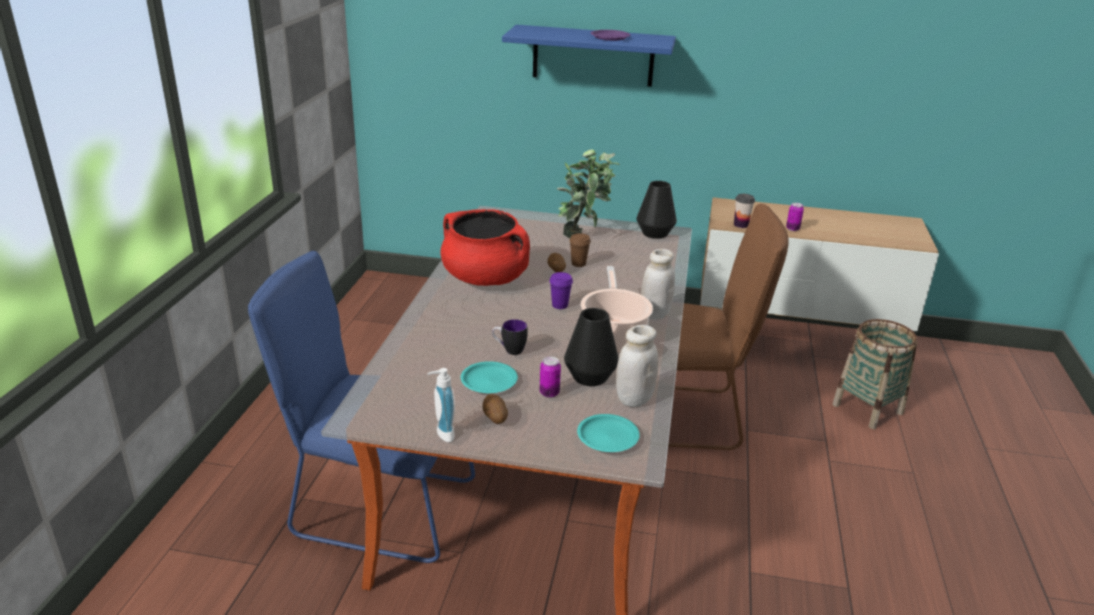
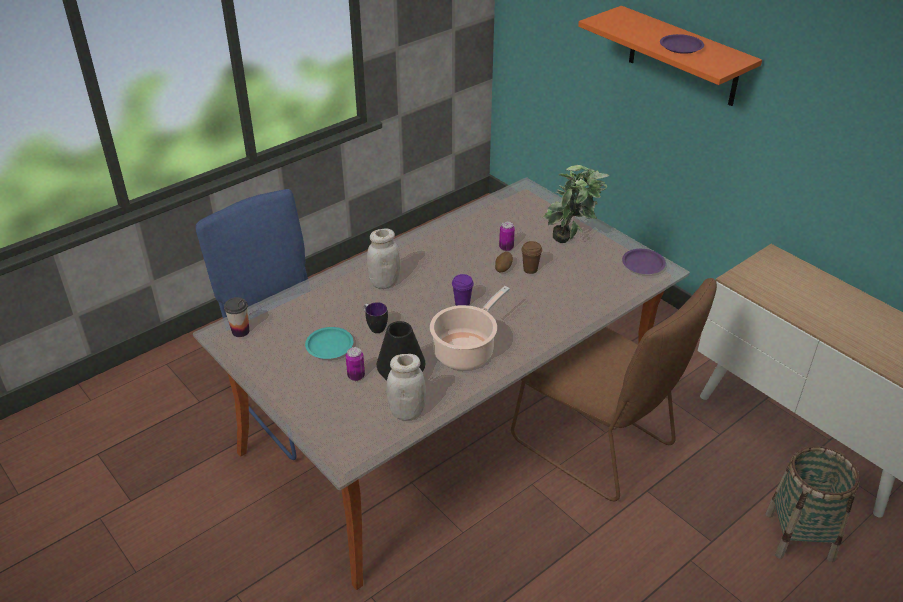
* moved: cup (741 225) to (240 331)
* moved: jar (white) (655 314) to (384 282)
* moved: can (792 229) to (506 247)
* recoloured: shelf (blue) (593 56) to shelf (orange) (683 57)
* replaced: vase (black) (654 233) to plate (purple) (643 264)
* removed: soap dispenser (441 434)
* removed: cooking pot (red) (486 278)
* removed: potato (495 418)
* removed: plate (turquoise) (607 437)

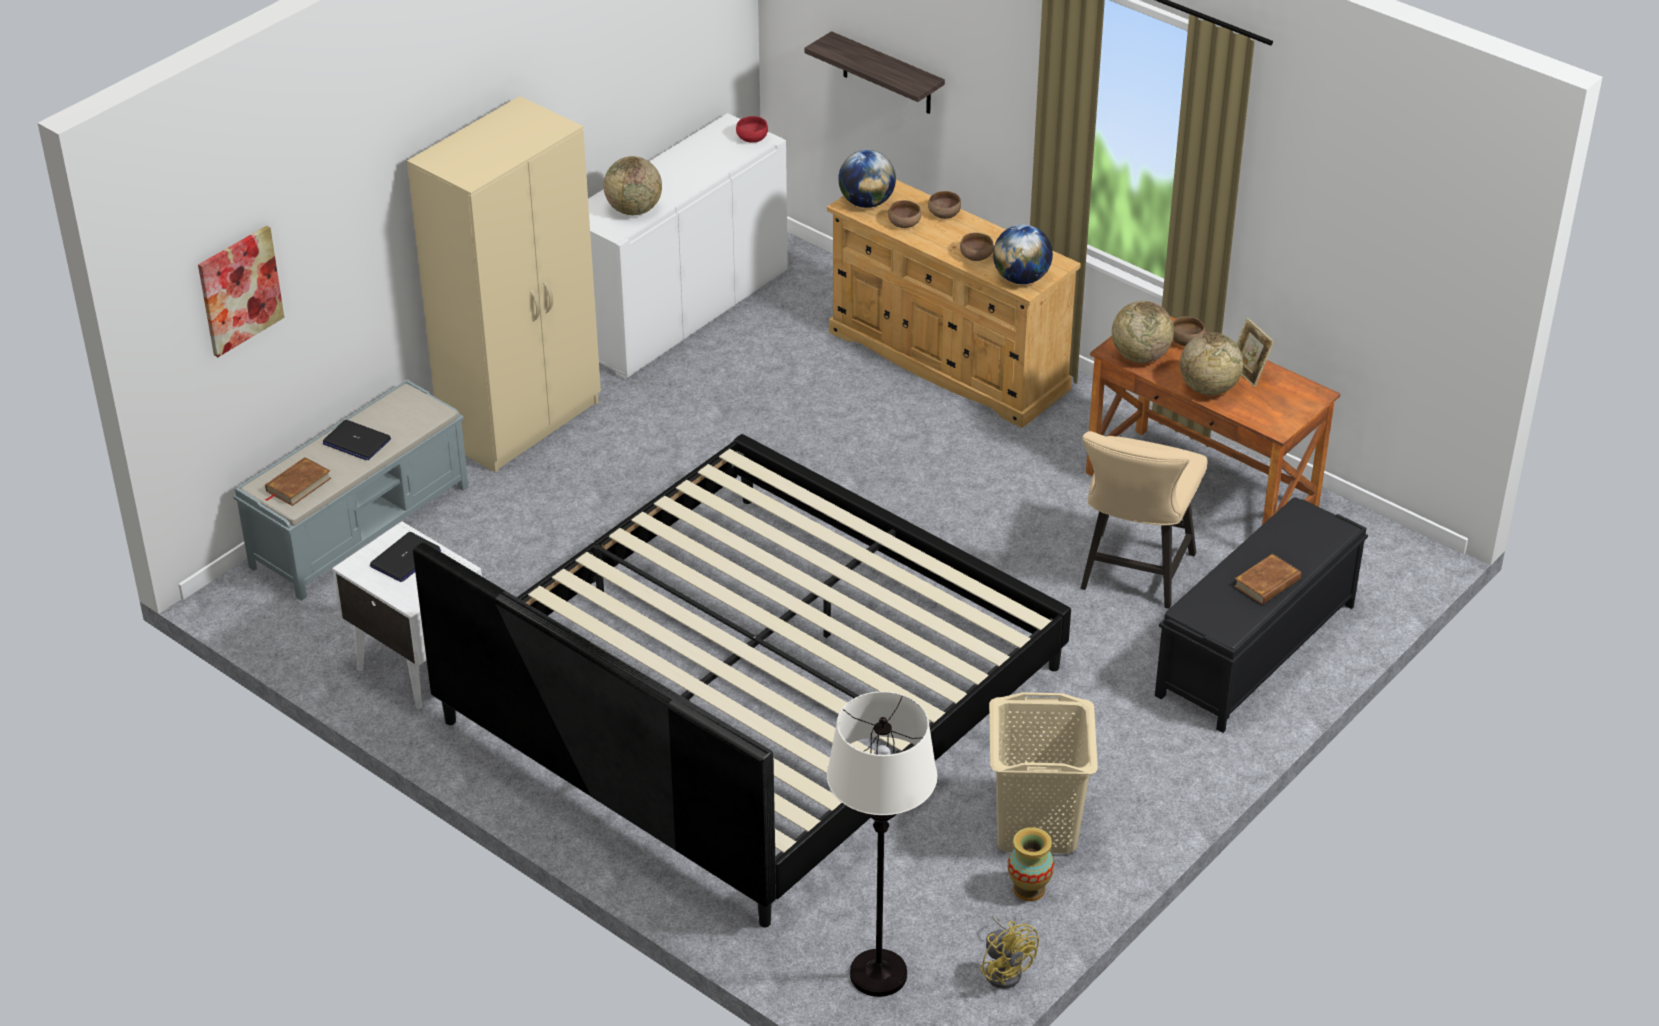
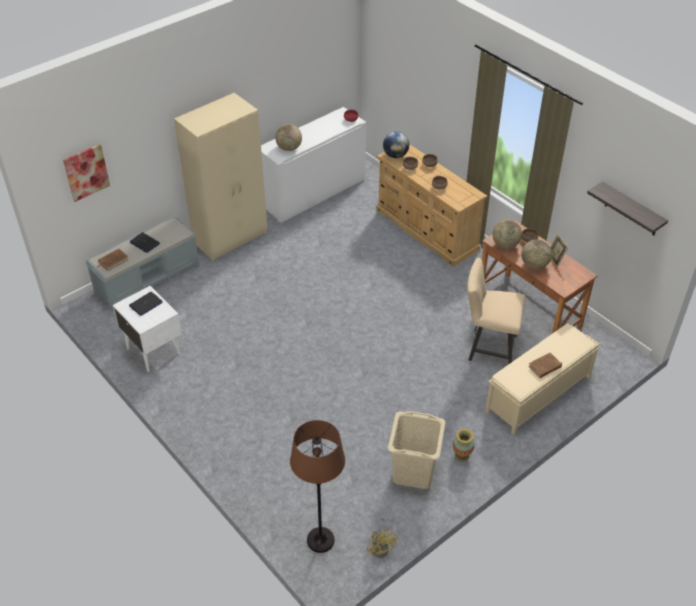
* recoloured: floor lamp (white) (878 975) to floor lamp (brown) (320 540)
* moved: vase (1029 889) to (462 455)
* turned: chair (beige) (1133 576) = (488 348) 75 degrees clockwise
* recoloured: bench (black) (1254 651) to bench (beige) (537 394)
* moved: shelf (887 74) to (632 210)
* removed: bed (753 695)
* removed: globe (1021 278)

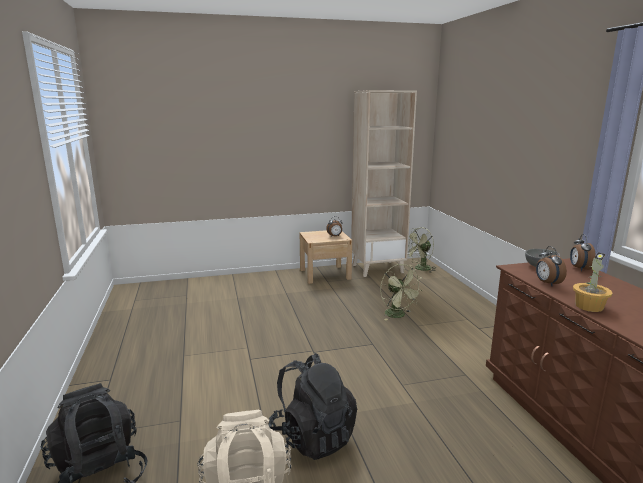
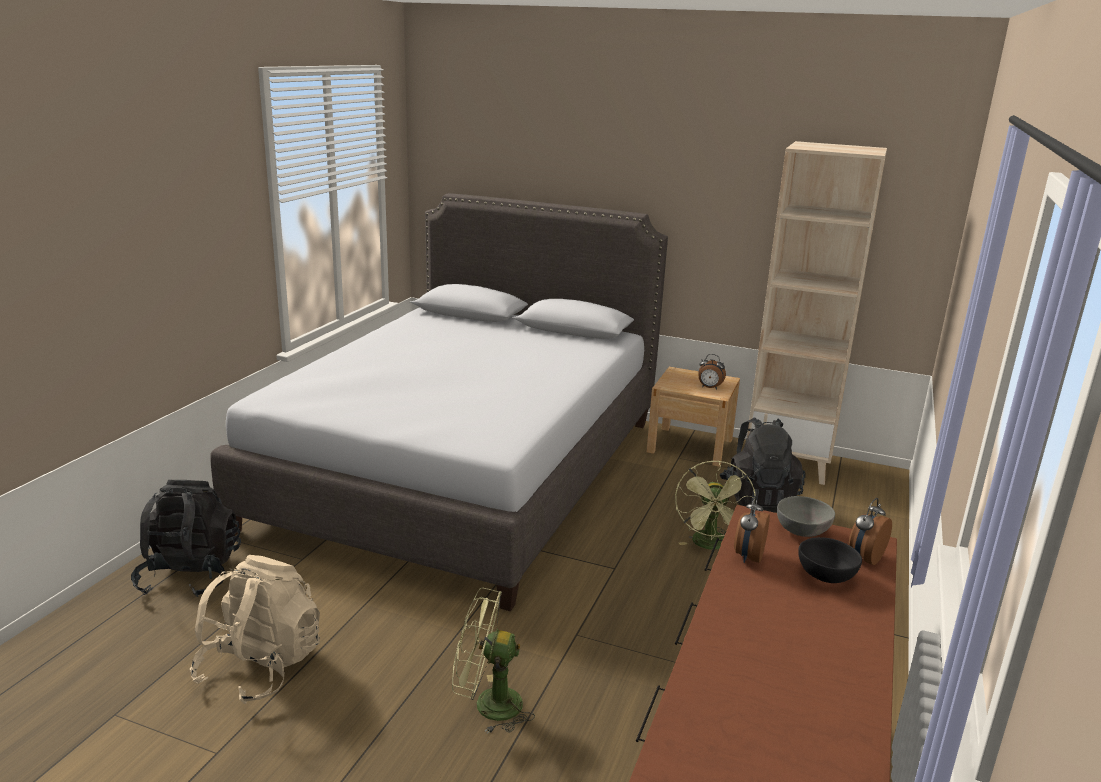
* added: bed (grey) (464 471)
* moved: fan (green) (420 269) to (487 705)
* moved: backpack (black) (313 436) to (758 499)
* added: bowl (black) (823 576)
* removed: potted plant (589 306)

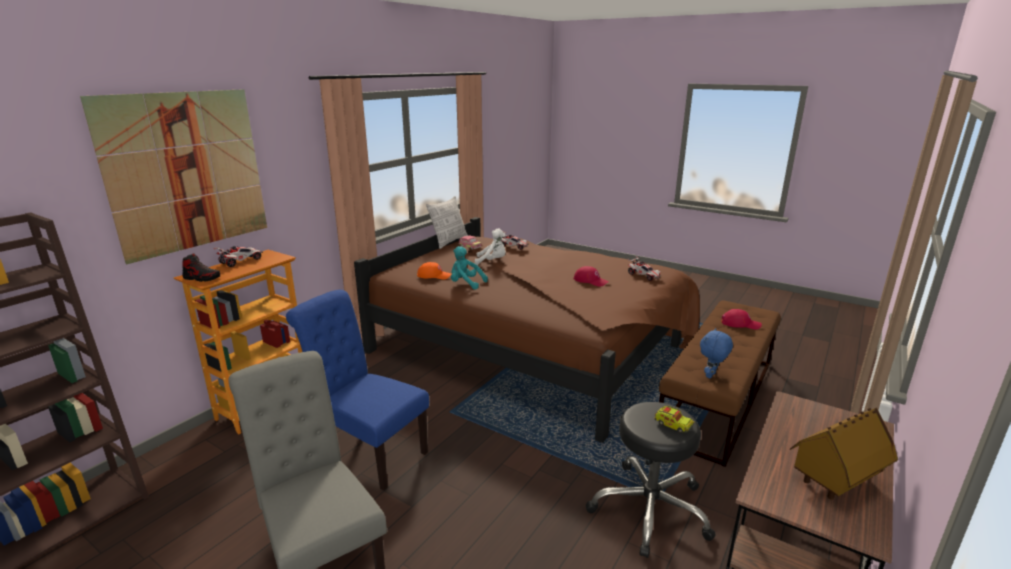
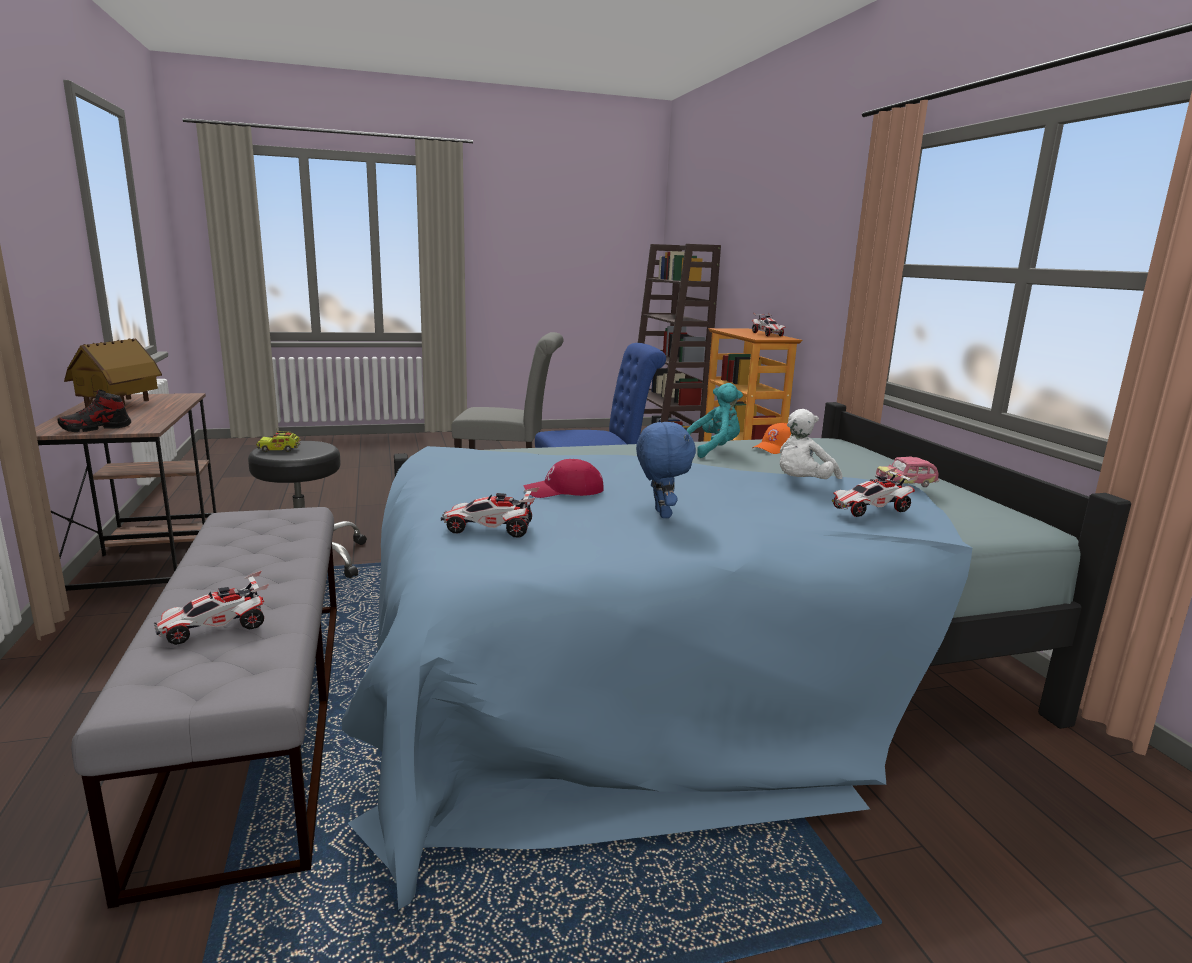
* moved: shoe (202 278) to (96 428)
* recoloured: bench (brown) (718 398) to bench (grey) (256 717)
* replaced: cap (red) (740 324) to toy car (215 628)
* recoloured: bed (brown) (535 346) to bed (blue) (679 657)
* moved: plush toy (blue) (711 375) to (660 514)
* removed: picture (187 172)
* removed: pillow (449 242)

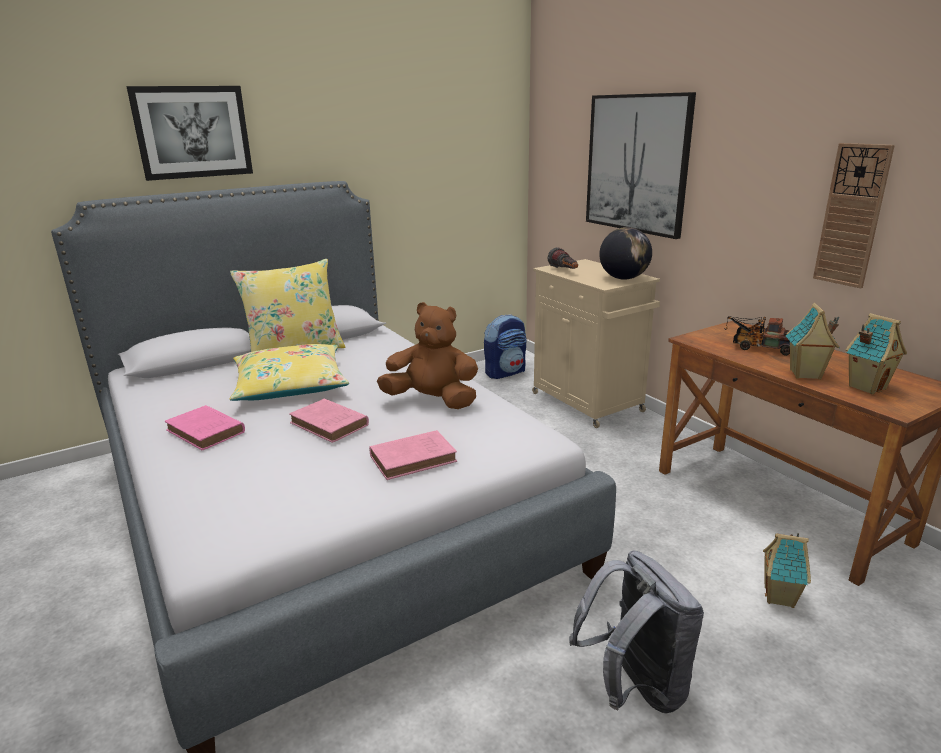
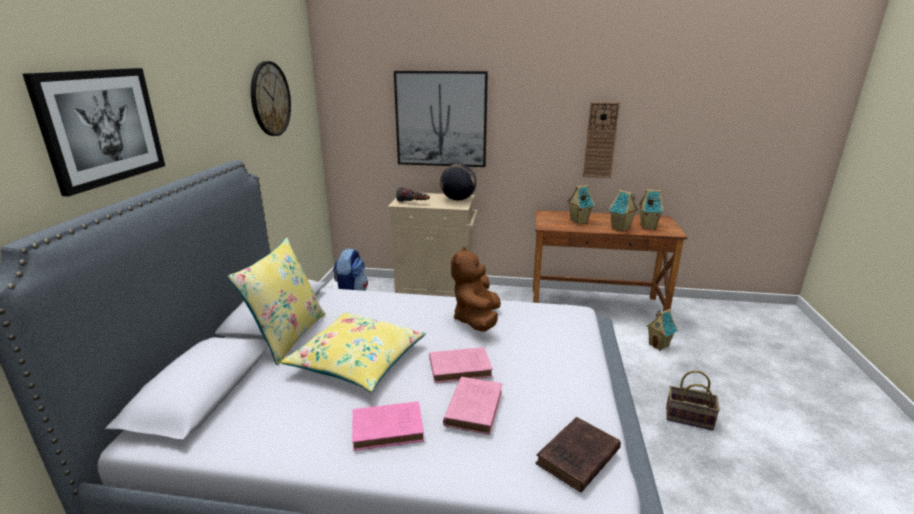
* added: wall clock (270 99)
* moved: book (pink) (415 458) to (474 407)
* turned: plush toy (brown) (432 401) = (477 320) 45 degrees counterclockwise
* added: book (brown) (576 458)
* replaced: toy truck (758 347) to toy house (578 221)
* replaced: backpack (grey) (635 687) to basket (687 418)

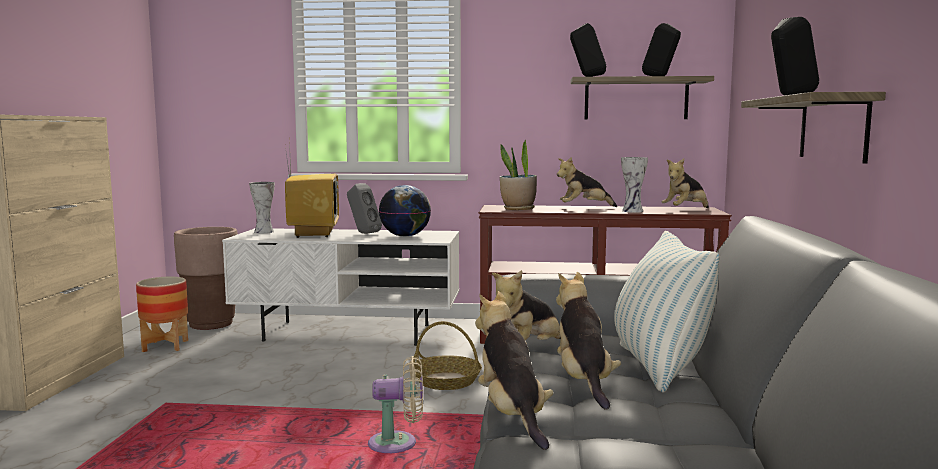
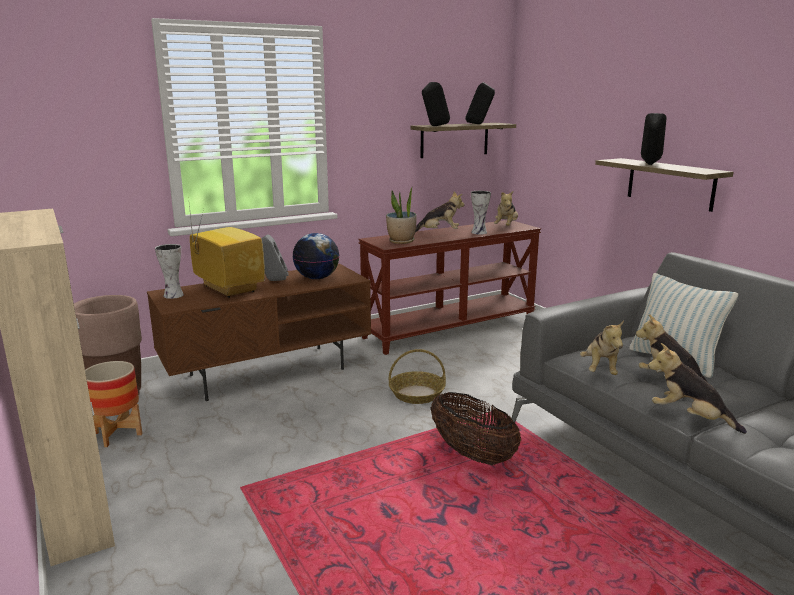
* recoloured: tv stand (white) (349 333) to tv stand (brown) (268 371)
* turned: plush toy (584 208) = (439 232) 135 degrees counterclockwise
* replaced: fan (beige) (398 444) to basket (472 454)

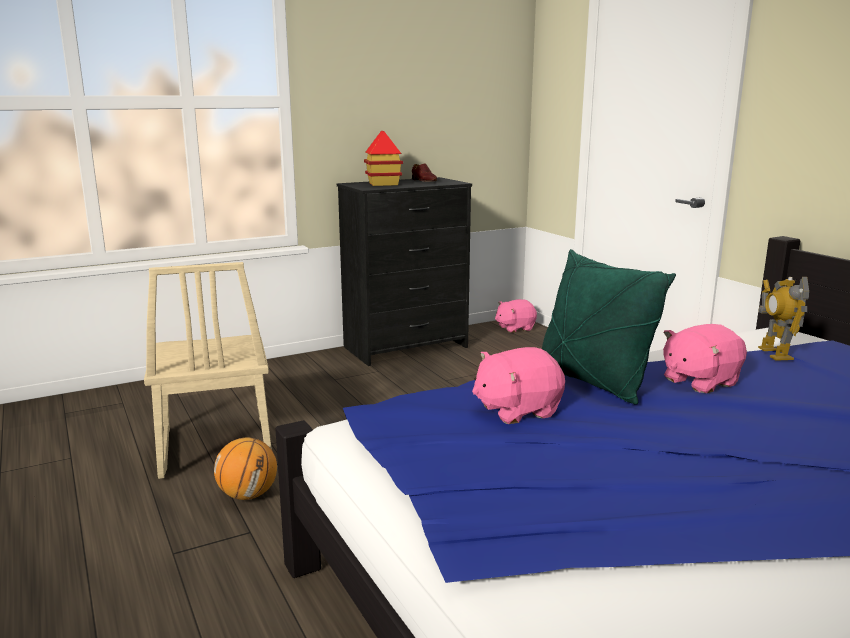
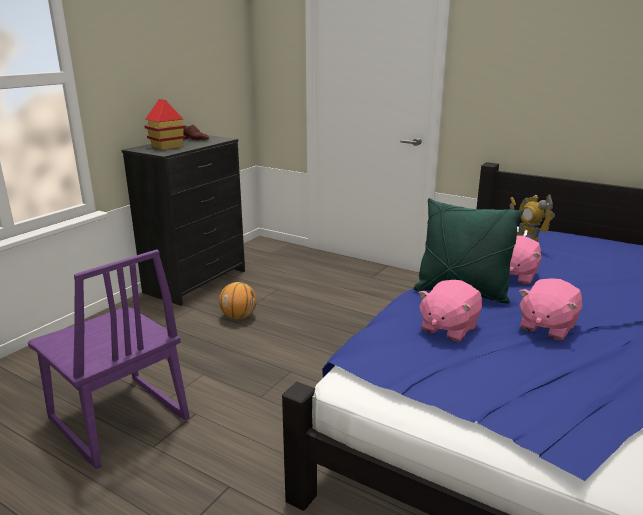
* recoloured: chair (beige) (214 448) to chair (purple) (117 421)
* moved: basketball (248 495) to (239 317)
* moved: plush toy (pink) (515 328) to (546 327)

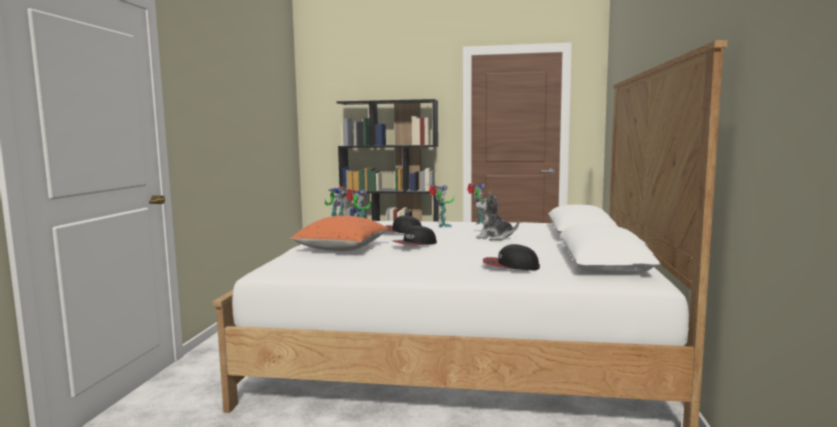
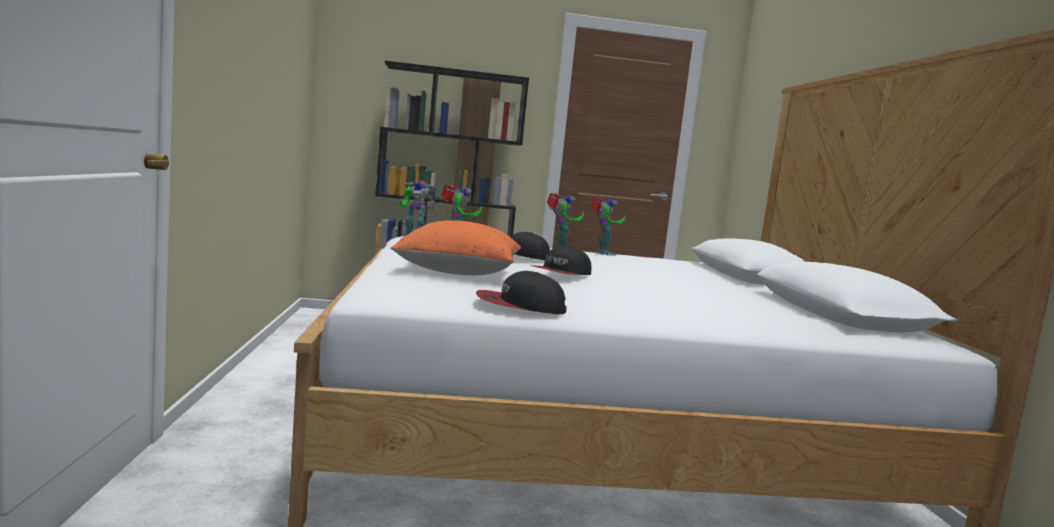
* moved: cap (510 266) to (520 306)
* removed: plush toy (494 237)

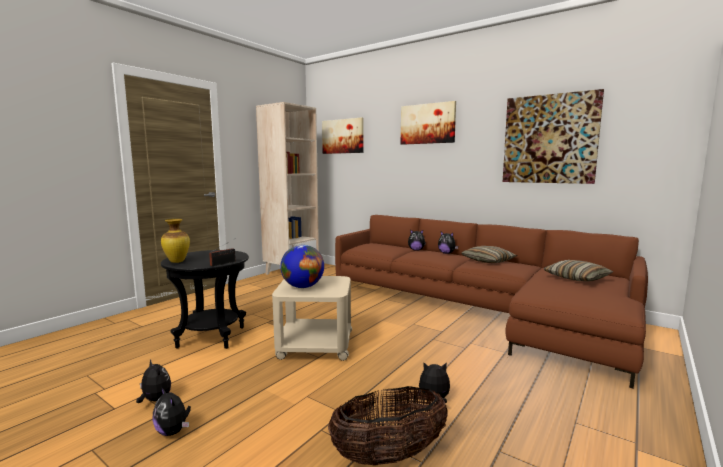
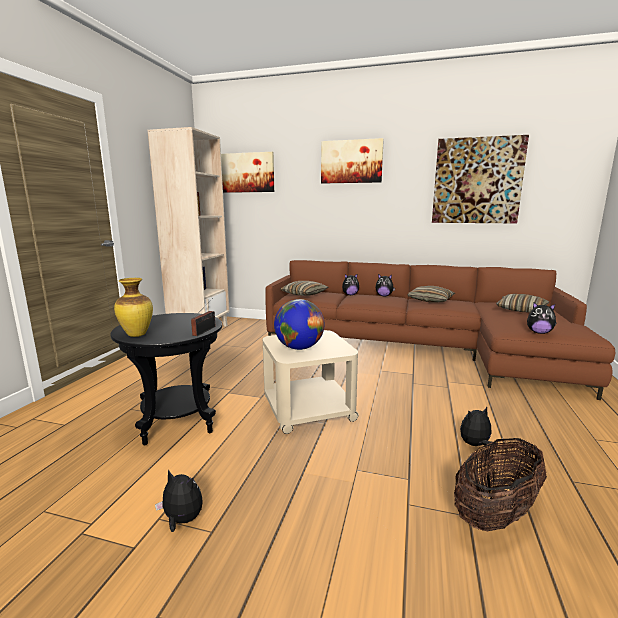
* added: pillow (304 294)
* moved: plush toy (173 431) to (539 332)

